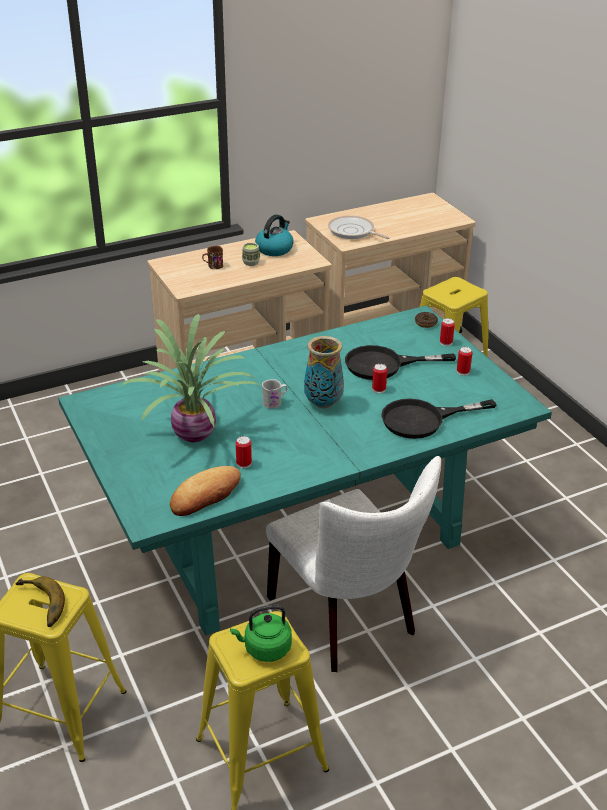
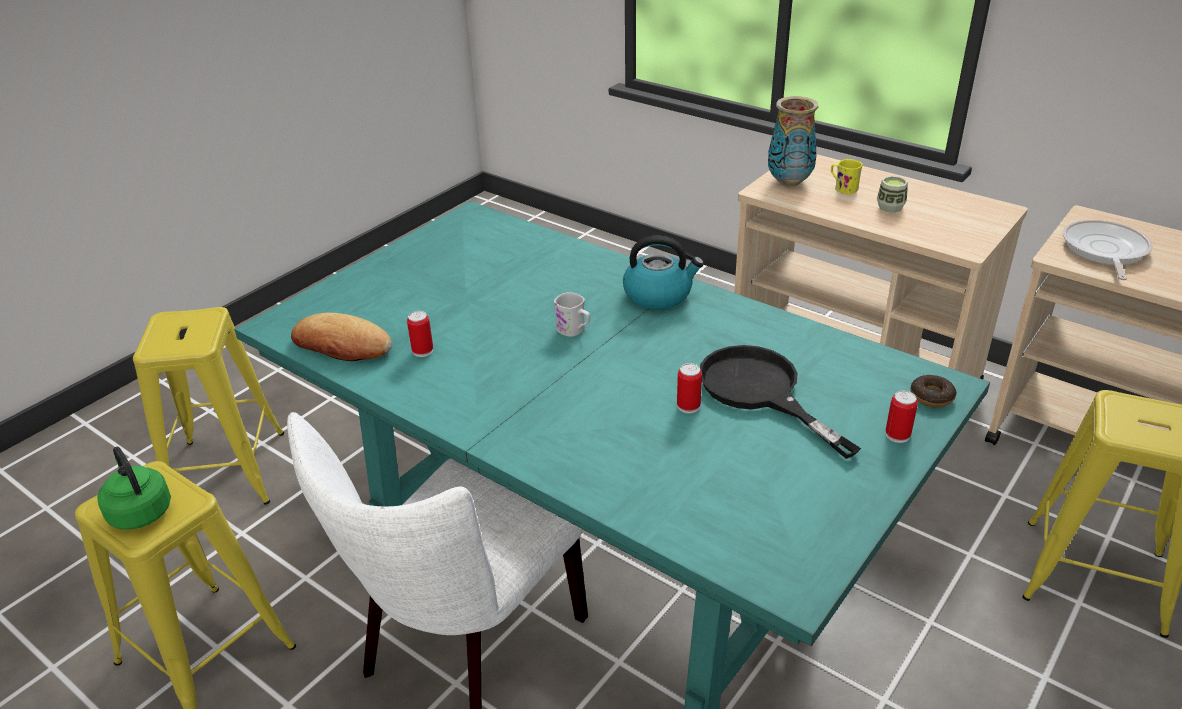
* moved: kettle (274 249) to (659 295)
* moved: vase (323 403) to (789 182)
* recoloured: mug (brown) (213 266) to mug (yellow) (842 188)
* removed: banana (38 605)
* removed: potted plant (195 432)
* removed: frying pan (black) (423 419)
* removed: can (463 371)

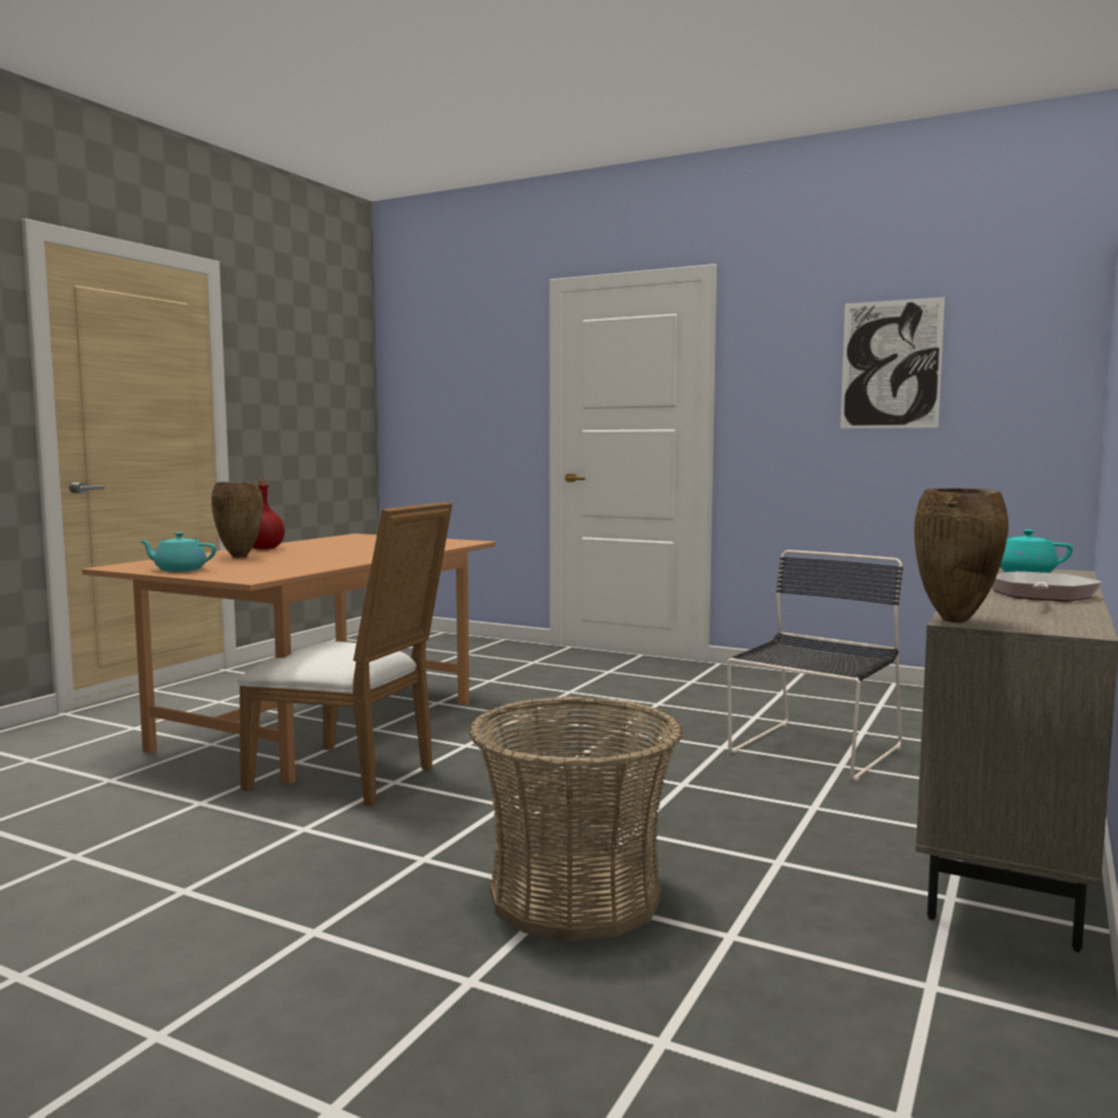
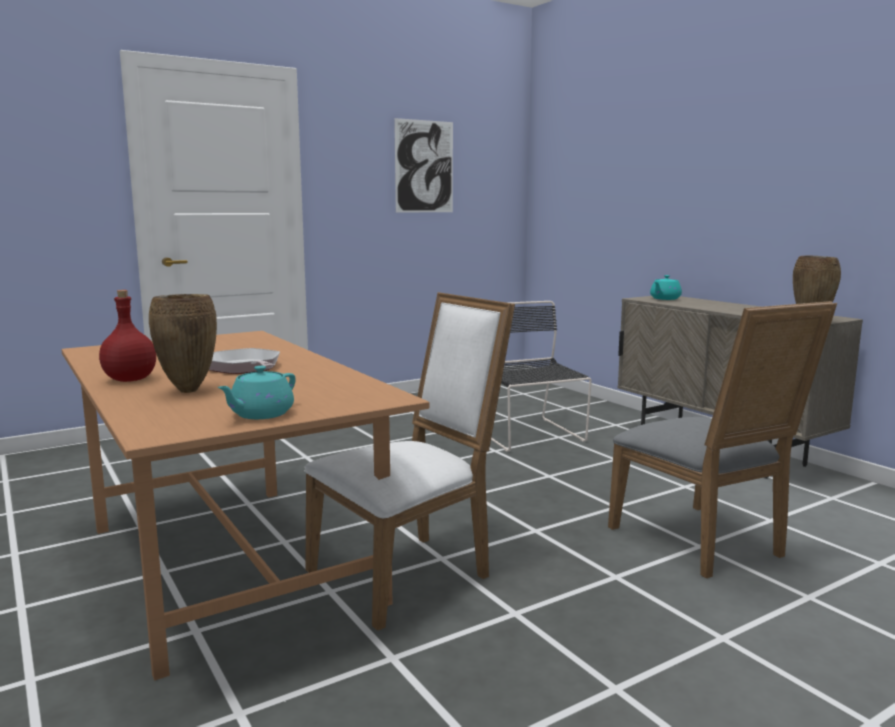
* moved: frying pan (1041 595) to (245 368)
* replaced: basket (574 896) to chair (grey) (704 543)

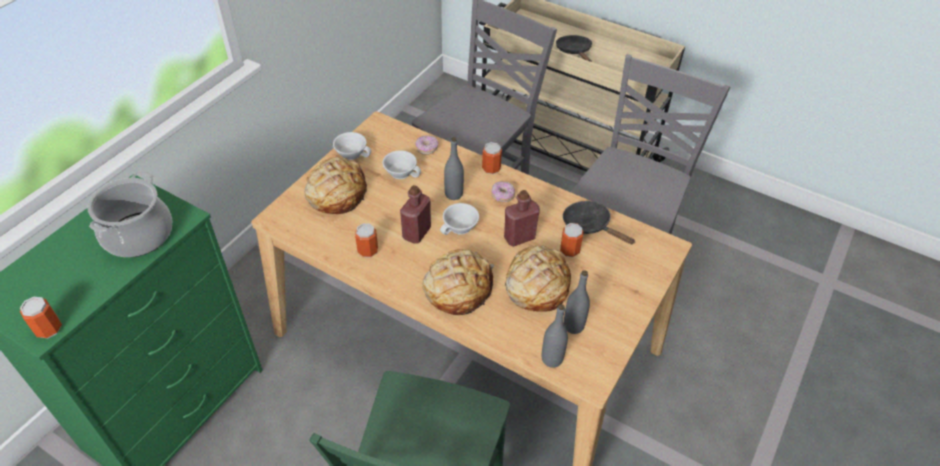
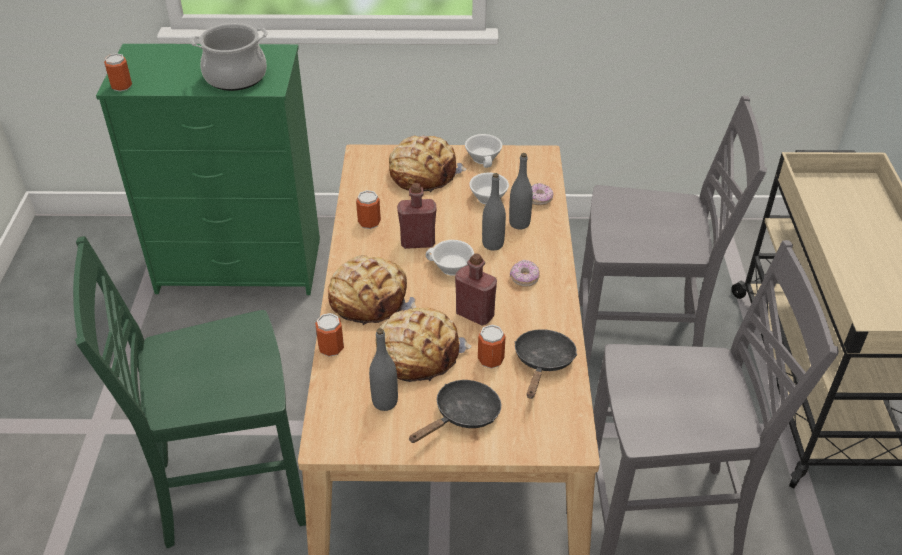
* moved: can (491 168) to (331 348)
* moved: frying pan (black) (574 52) to (463 415)
* moved: bottle (grey) (552 359) to (519 223)

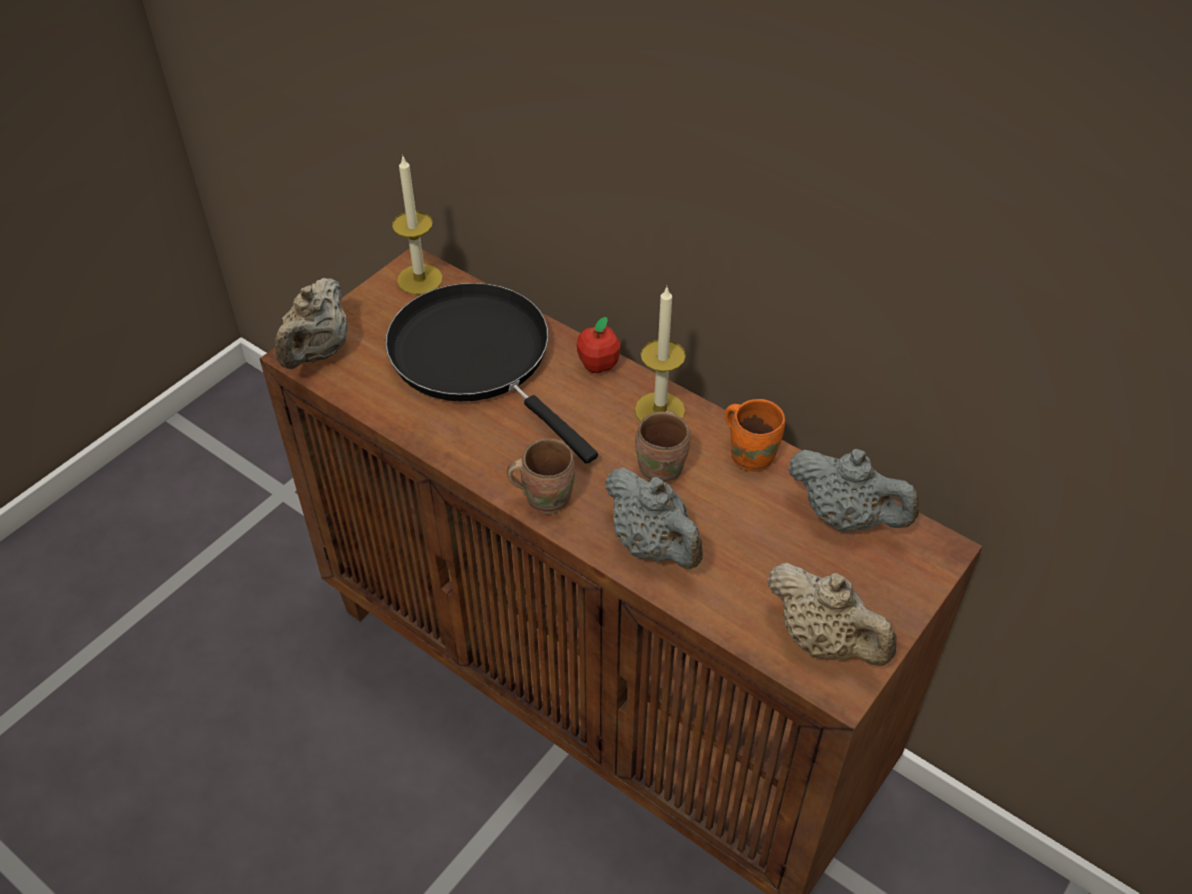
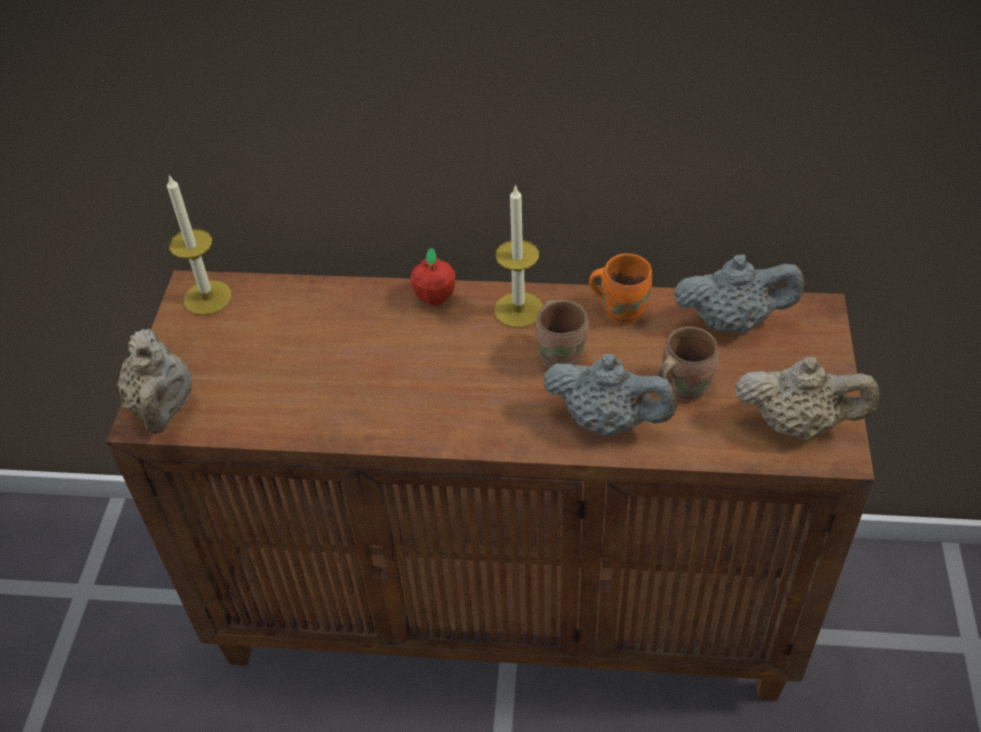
* moved: mug (brown) (545 496) to (682 386)
* removed: frying pan (black) (477 358)

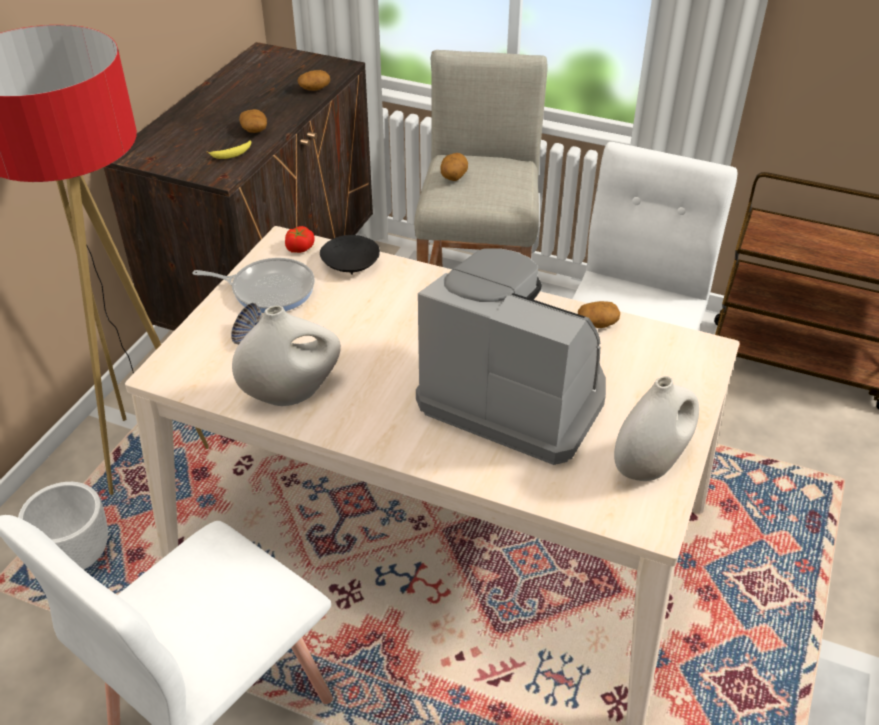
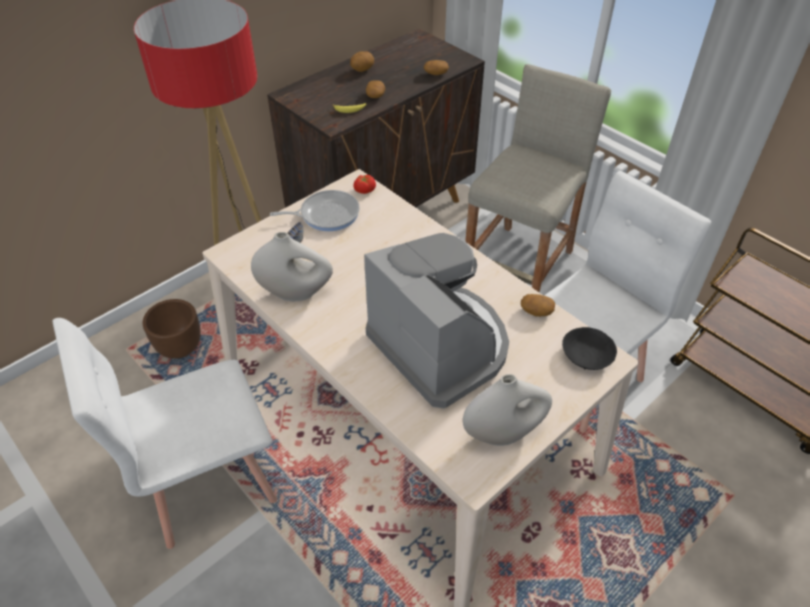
* recoloured: planter (white) (76 556) to planter (brown) (180 348)
* turned: frying pan (269 290) = (326 214) 45 degrees counterclockwise
* moved: potato (453 178) to (362 70)
* moved: bowl (black) (351 263) to (587 355)

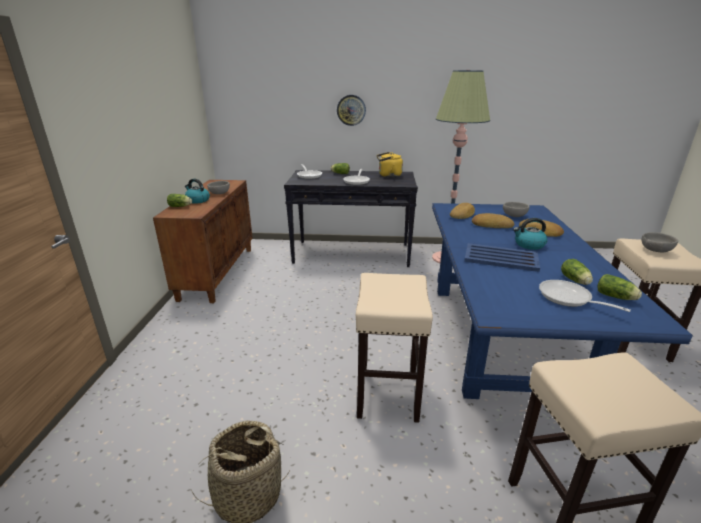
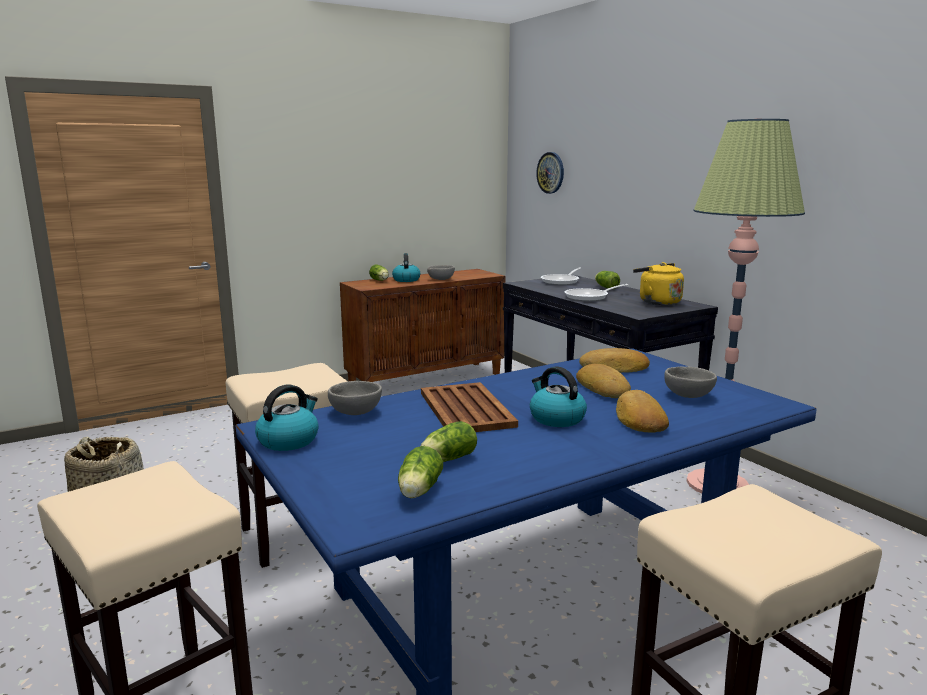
* added: kettle (289 440)
* moved: bowl (grey) (656 250) to (355 412)
* recoloured: tray (blue) (500 258) to tray (brown) (466 409)
* moved: wall clock (351 110) to (551 173)
* removed: frying pan (568 298)

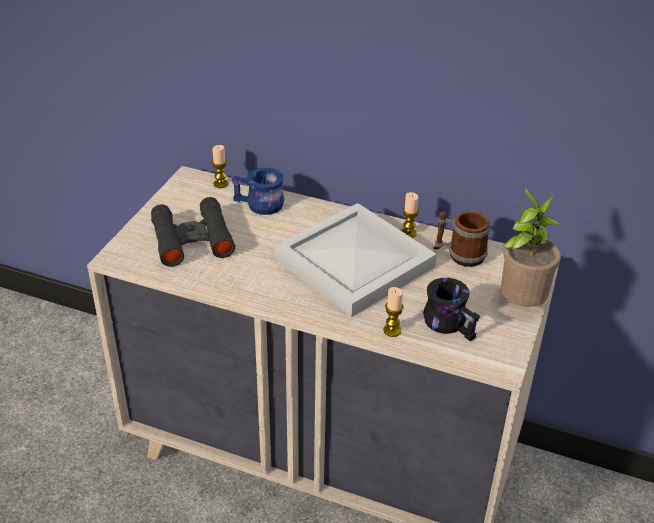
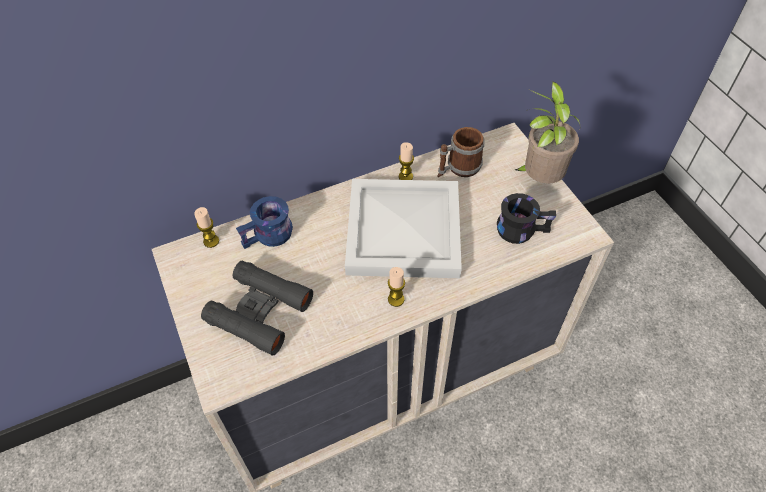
* moved: candle (392 330) to (396 299)

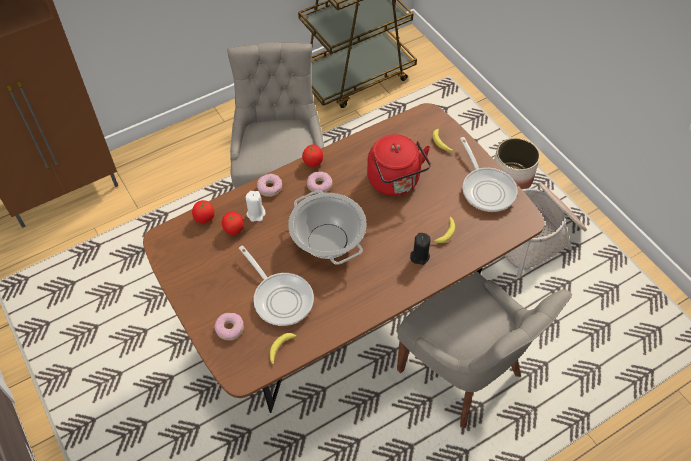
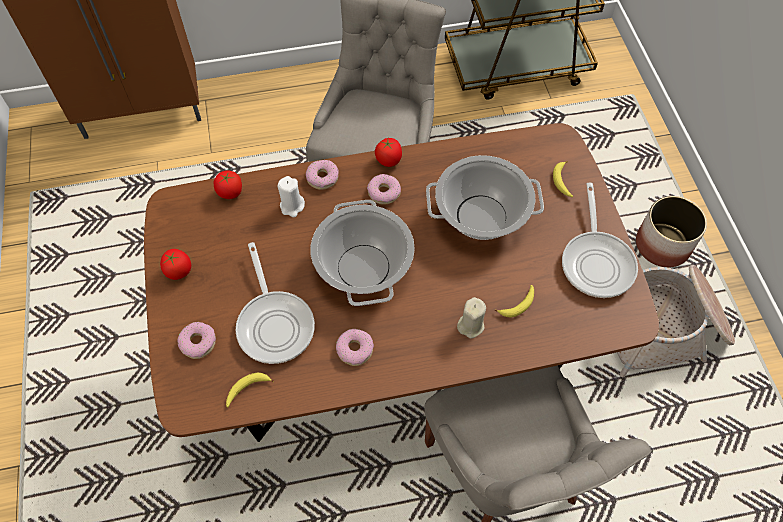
* moved: tomato (233 229) to (179 271)
* added: donut (355 349)
* replaced: kettle (red) (395 182) to cooking pot (480 217)
* recoloured: candle (black) (419 256) to candle (beige) (470 325)

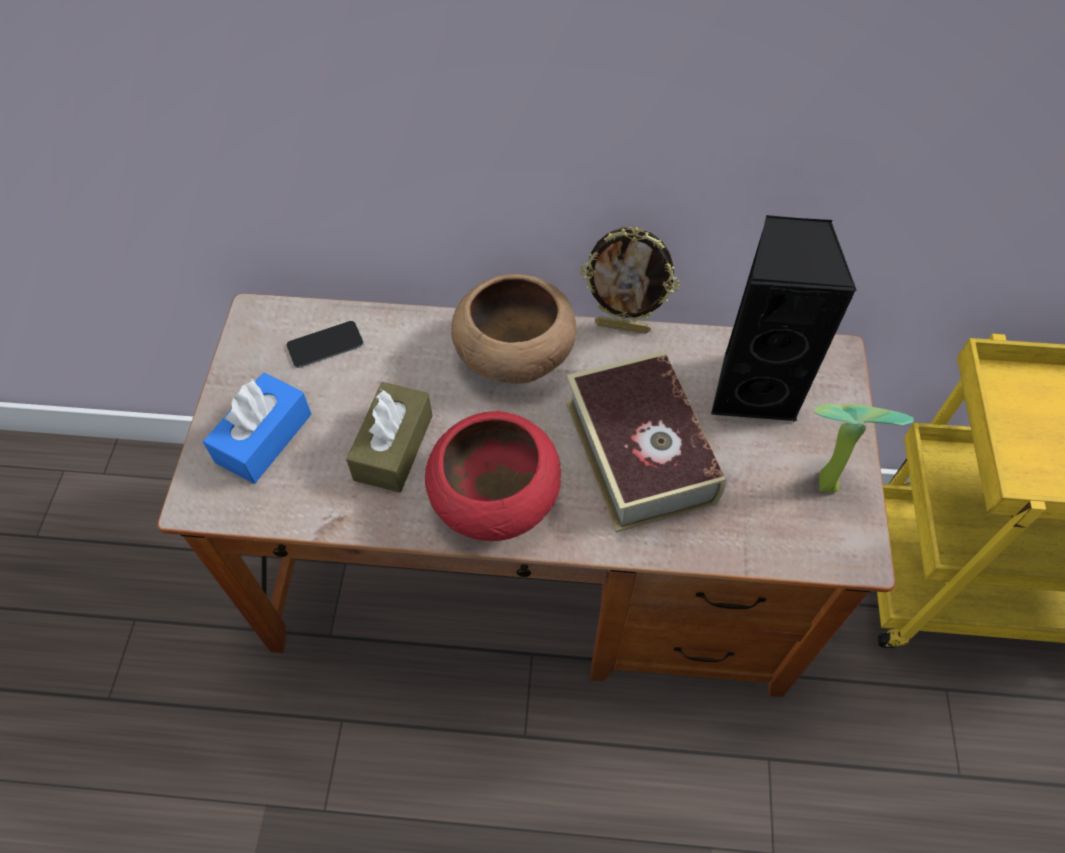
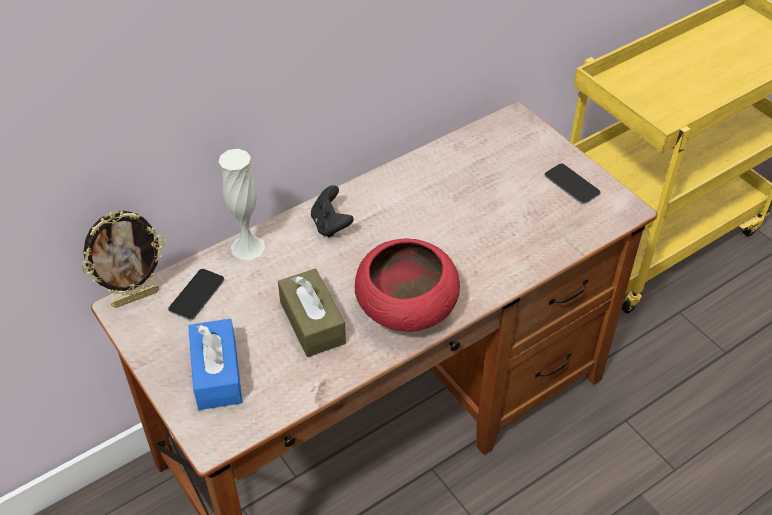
* moved: picture frame (622 326) to (135 297)
* added: vase (white) (248 247)
* replaced: bowl (brown) (513 353) to game controller (black) (330 225)
* replaced: potted plant (821 479) to phone (572 184)
* removed: book (639 451)
* removed: speaker (black) (753 388)

